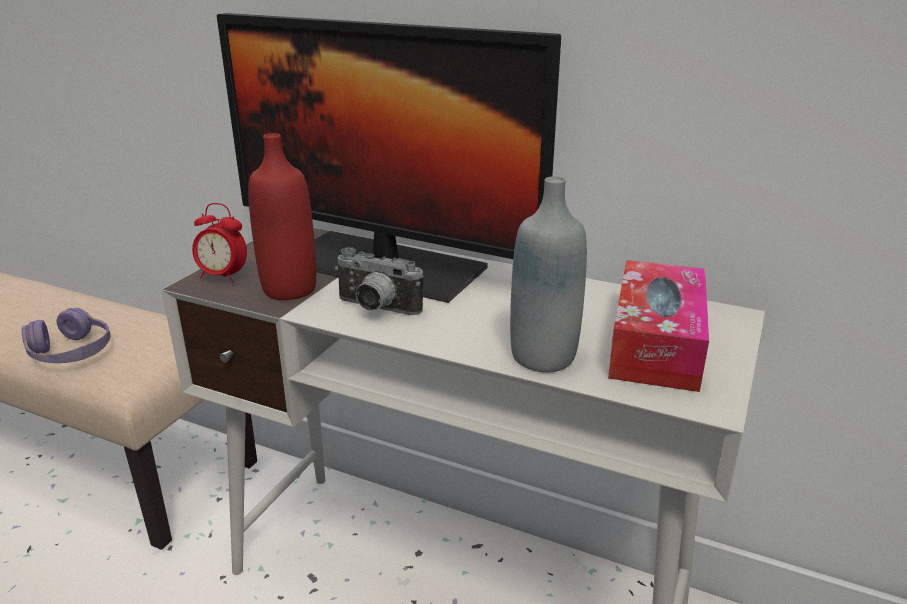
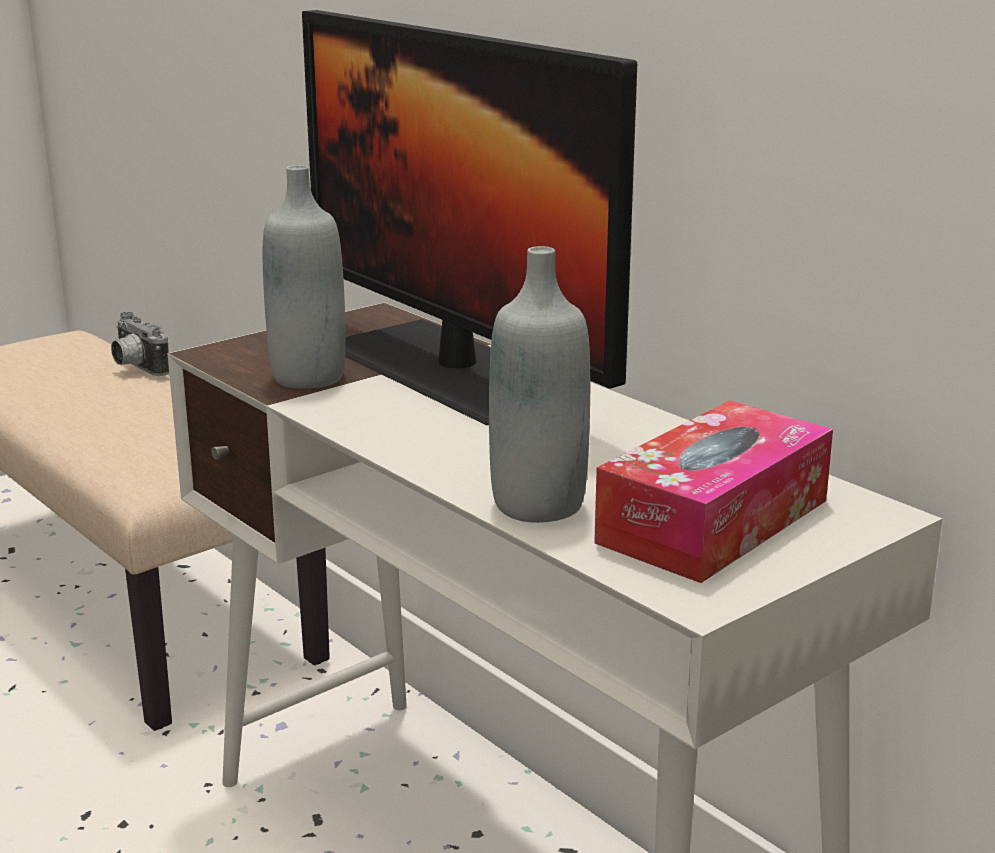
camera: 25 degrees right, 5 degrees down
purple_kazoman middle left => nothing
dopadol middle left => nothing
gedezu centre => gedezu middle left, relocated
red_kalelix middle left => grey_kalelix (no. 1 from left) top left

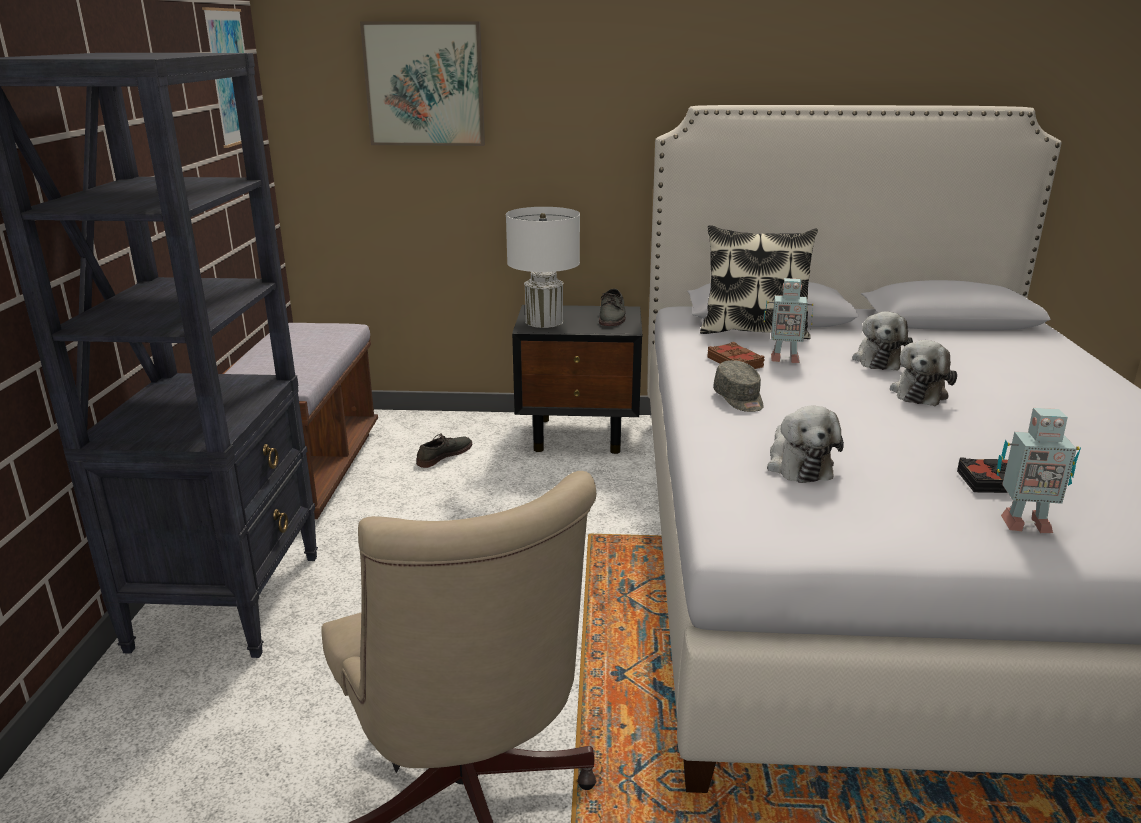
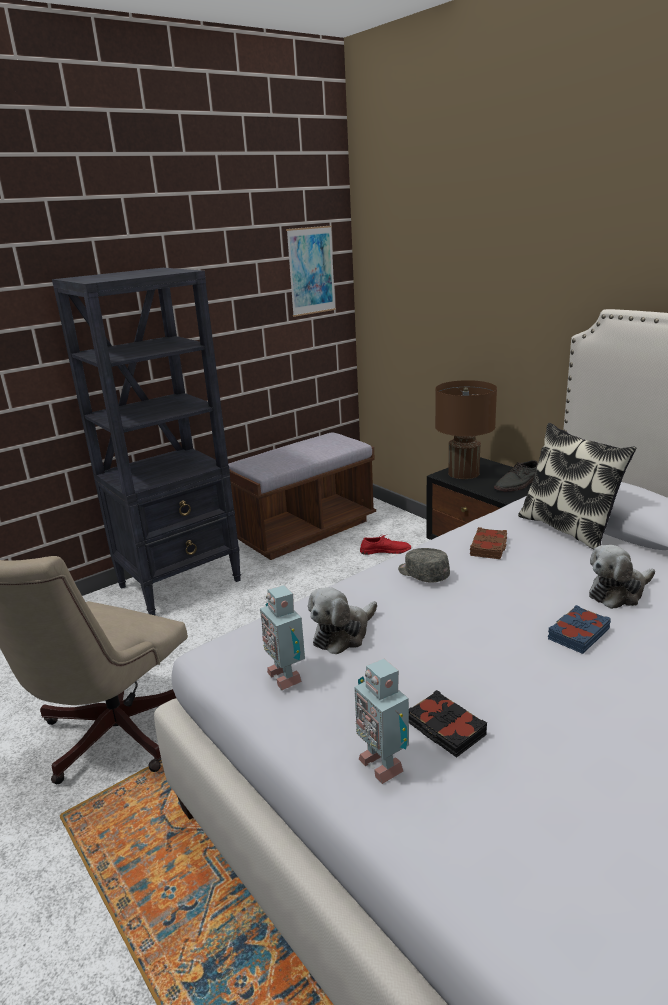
camera: 50 degrees right, 0 degrees up
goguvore (no. 2 from left) top centre => nothing
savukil (no. 1 from left) middle right => savukil (no. 1 from left) centre, relocated
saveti (no. 3 from left) middle right => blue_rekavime middle right
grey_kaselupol (no. 1 from left) centre => red_kaselupol centre
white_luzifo top centre => brown_luzifo middle right
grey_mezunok centre, 105 degrees clockwise

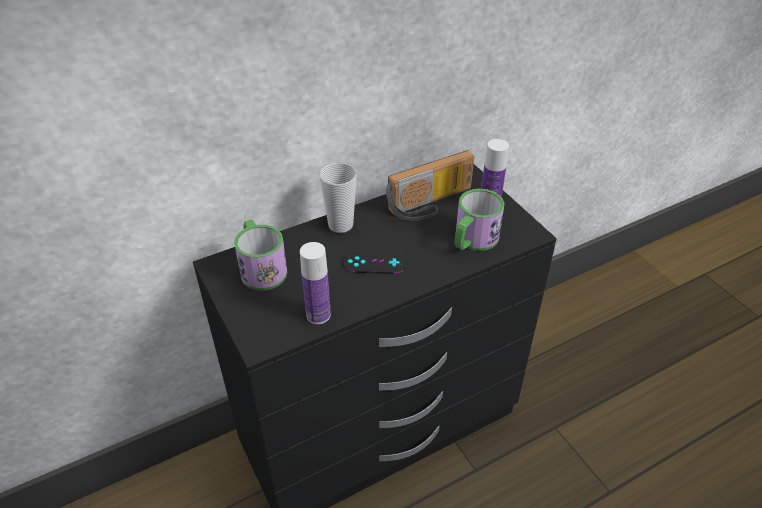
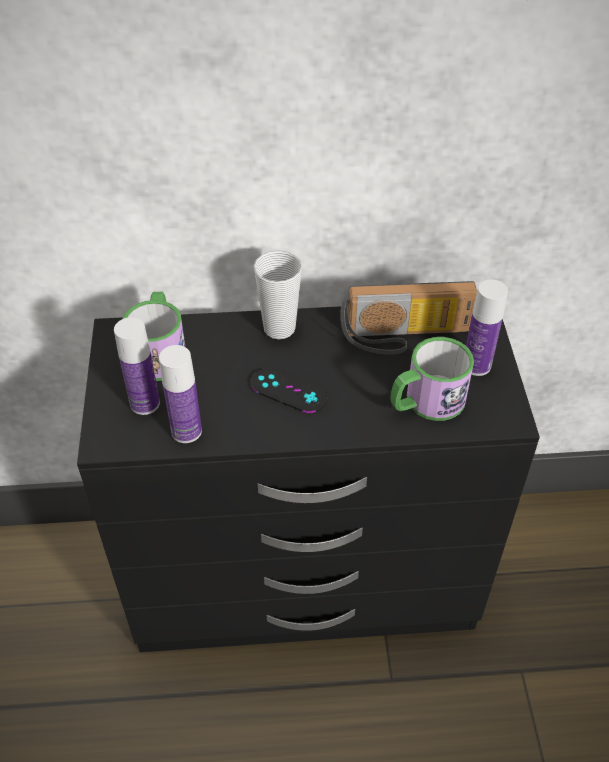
camera: 25 degrees right, 5 degrees up
nothing => kalelix (no. 1 from left) middle left

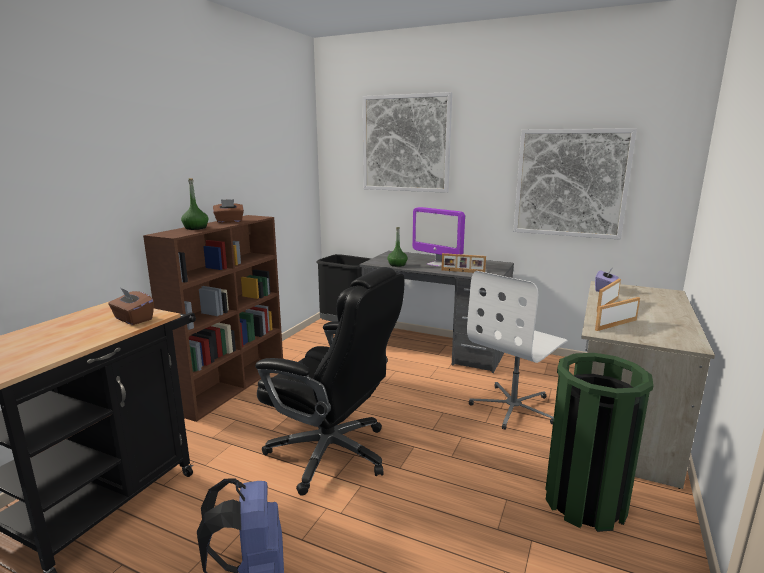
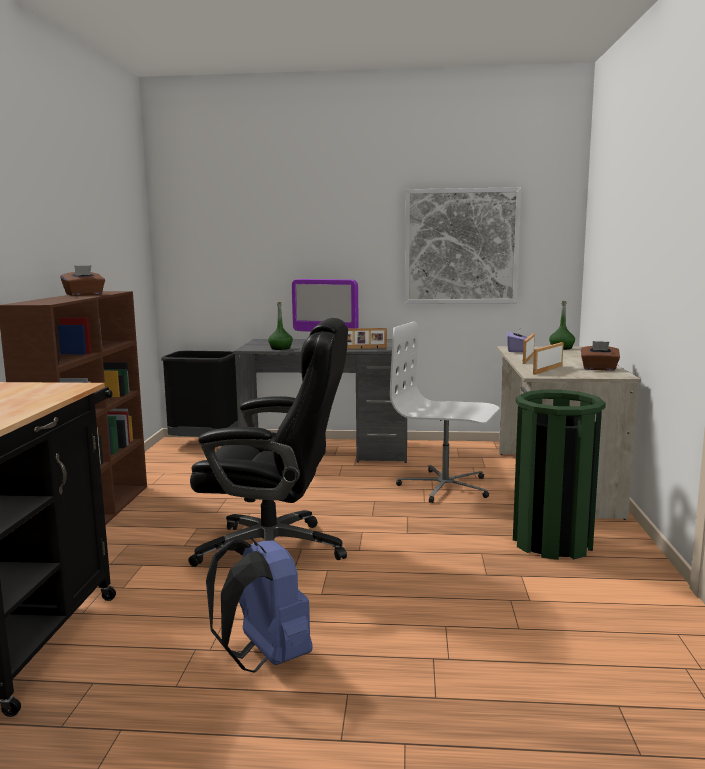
camera: 20 degrees left, 5 degrees down
goguvore (no. 1 from left) top centre => nothing
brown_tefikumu (no. 1 from left in the first image) middle left => brown_tefikumu (no. 2 from left) middle right, relocated
green_kalelix (no. 1 from left in the first image) middle left => green_kalelix (no. 2 from left) middle right, relocated
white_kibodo middle right => white_kibodo centre, 90 degrees clockwise

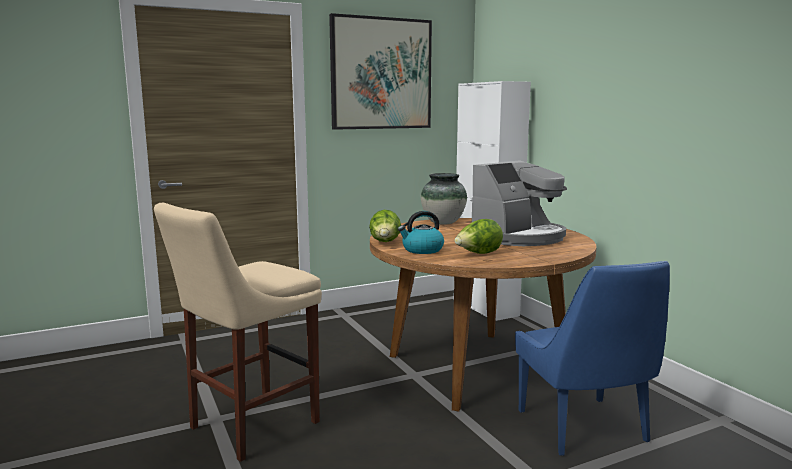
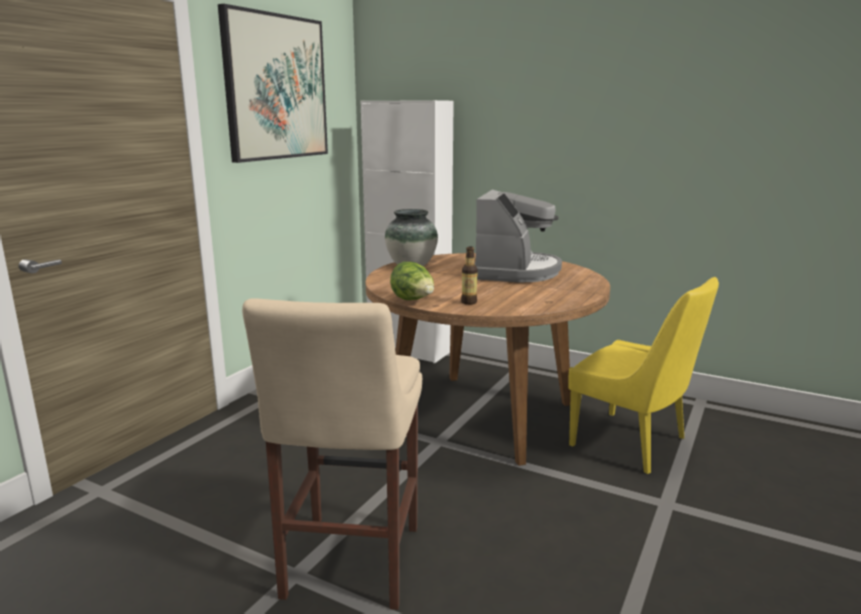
camera: 35 degrees left, 5 degrees up
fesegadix (no. 2 from left) centre => nothing
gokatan centre => kalelix centre
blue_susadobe bottom right => yellow_susadobe middle right

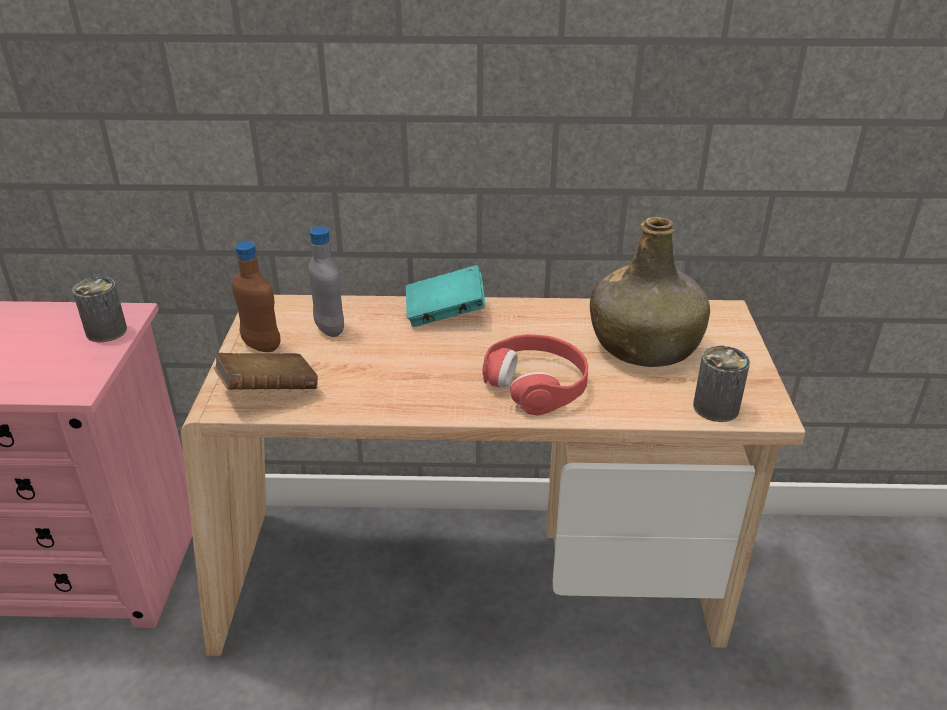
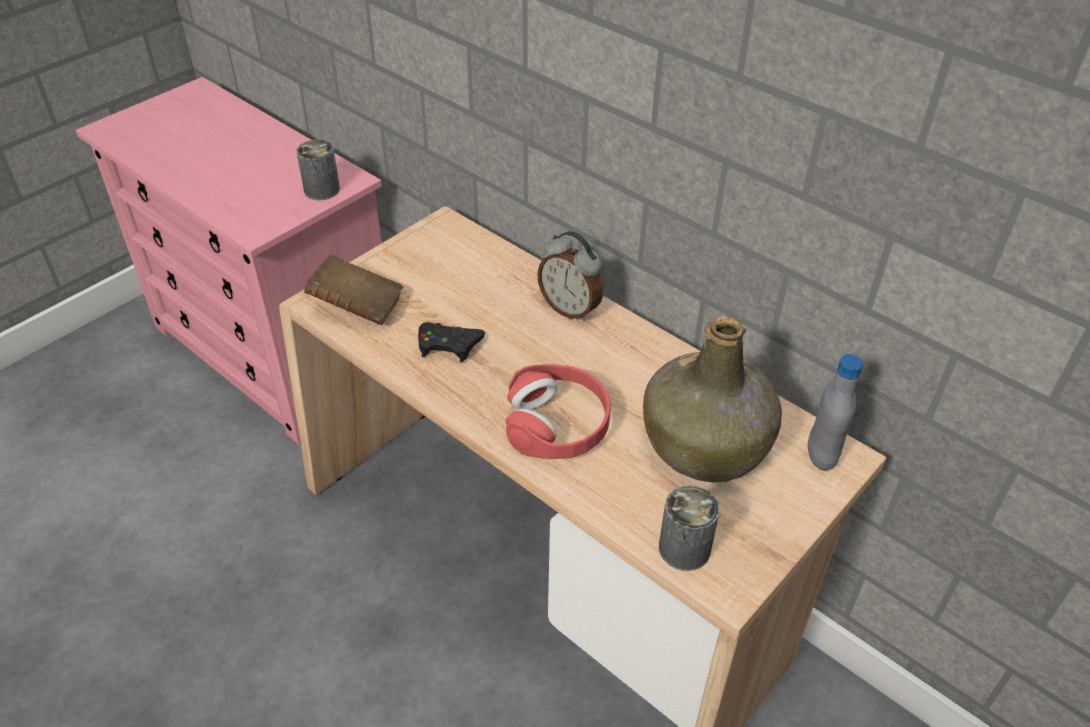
camera: 40 degrees right, 10 degrees up
brown_kalelix middle left => nothing
nothing => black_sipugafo centre
grey_kalelix centre => grey_kalelix middle right, relocated
turquoise_rekavime centre => dopadol centre

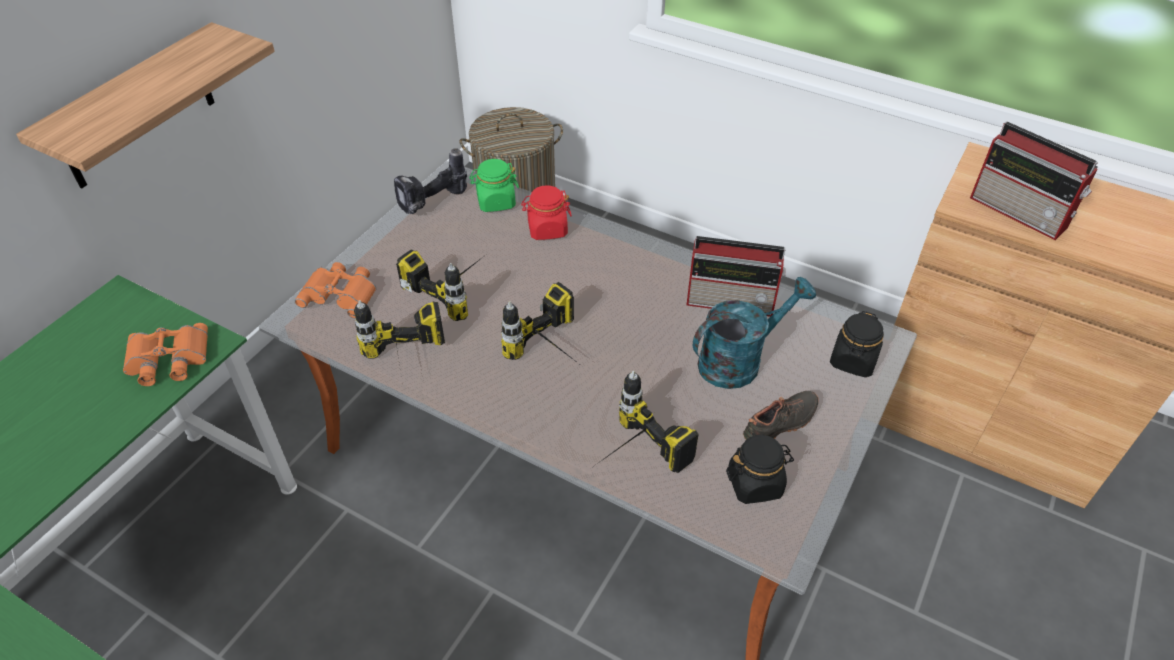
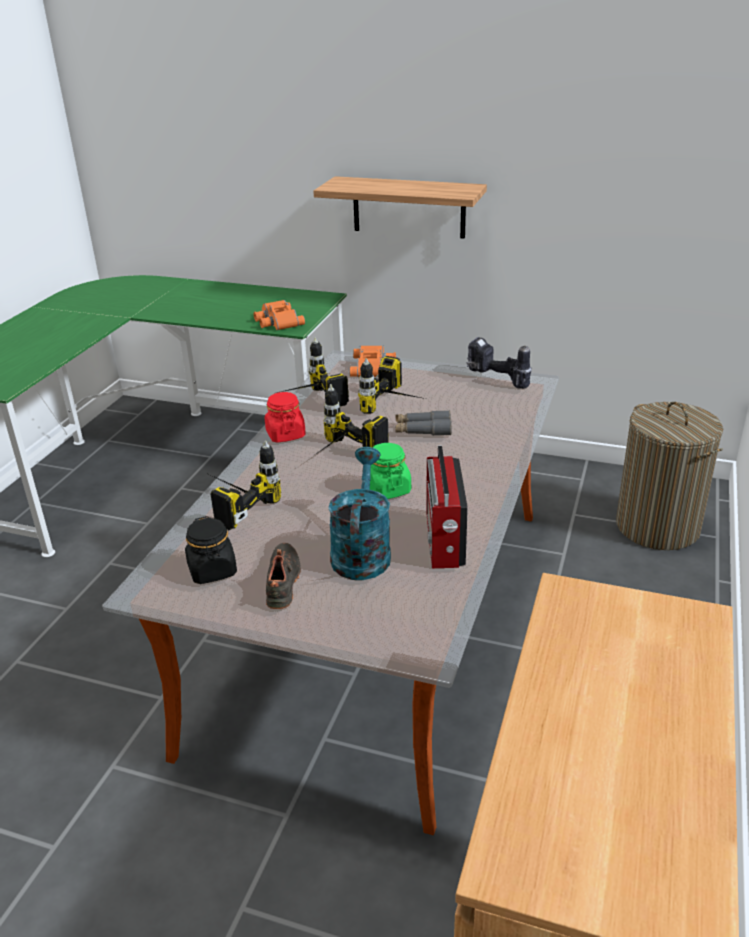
camera: 80 degrees right, 15 degrees down
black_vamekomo (no. 2 from left) middle right => nothing
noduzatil (no. 2 from left) top right => nothing
nothing => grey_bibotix centre
green_vamekomo top centre => green_vamekomo centre, relocated
red_vamekomo top centre => red_vamekomo centre, relocated
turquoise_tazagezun centre, 135 degrees counterclockwise
black_kaselupol centre, 135 degrees counterclockwise

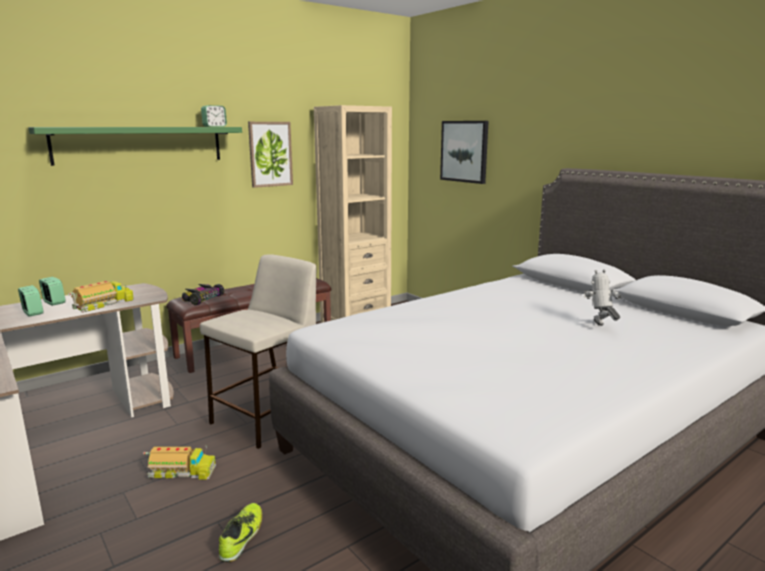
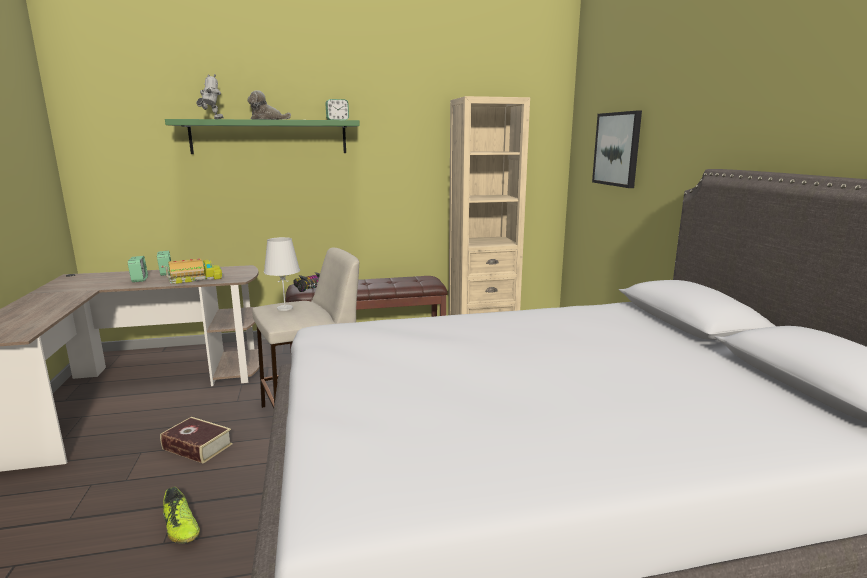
camera: 25 degrees right, 0 degrees up
goguvore (no. 1 from left) top centre => nothing
nothing => saveti top left
nothing => white_luzifo middle left
savukil middle right => savukil top left, relocated
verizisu (no. 2 from left) bottom left => rekavime bottom left
kaselupol bottom left, 105 degrees clockwise

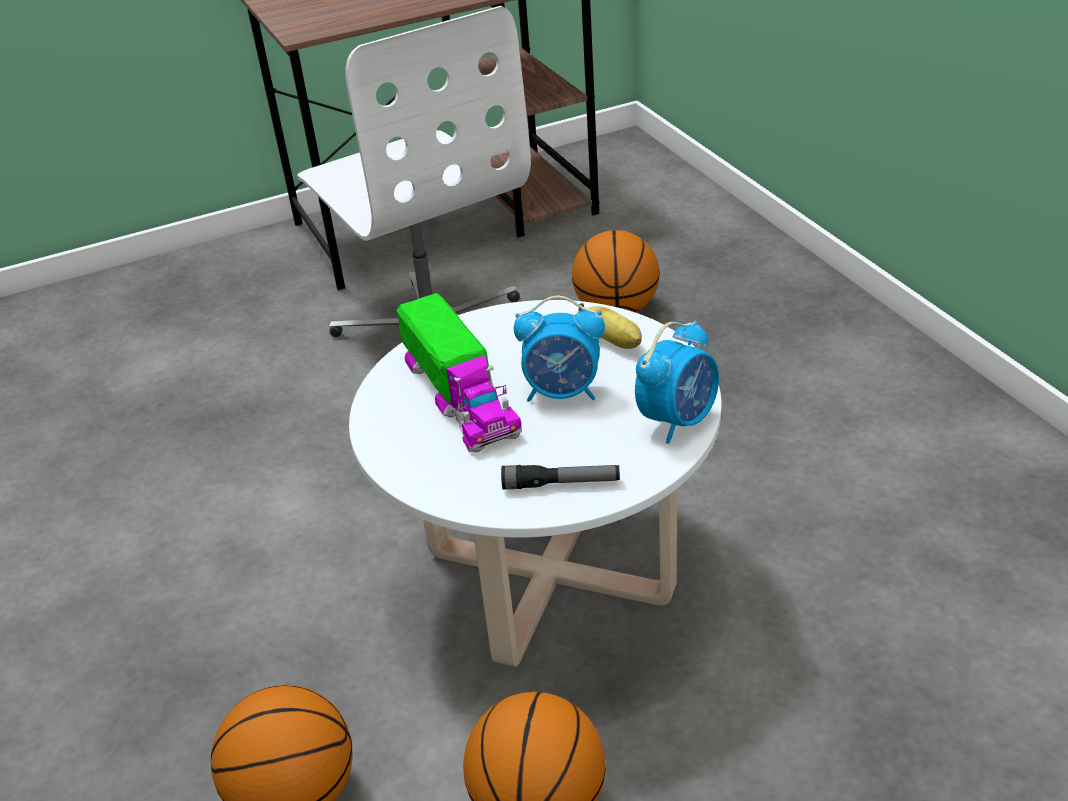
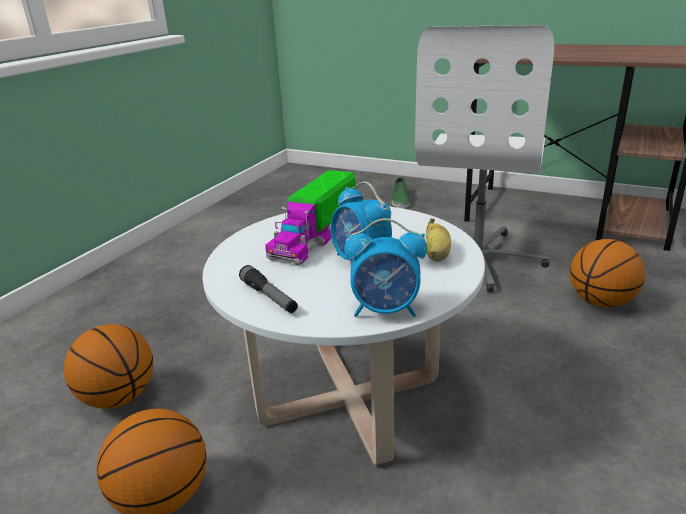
camera: 50 degrees right, 10 degrees down
nothing => green_kaselupol centre

